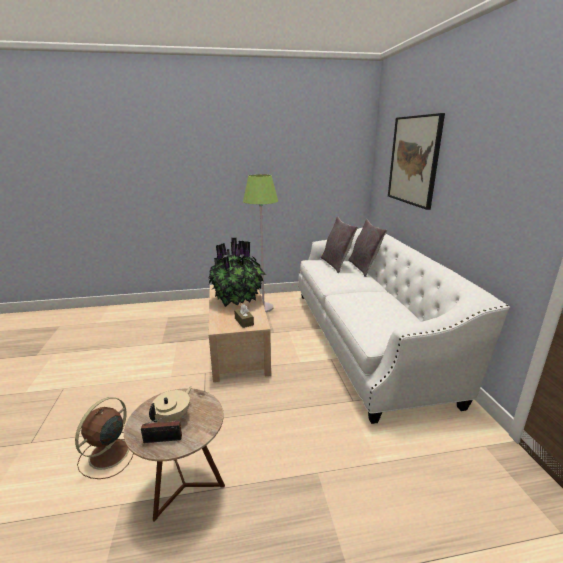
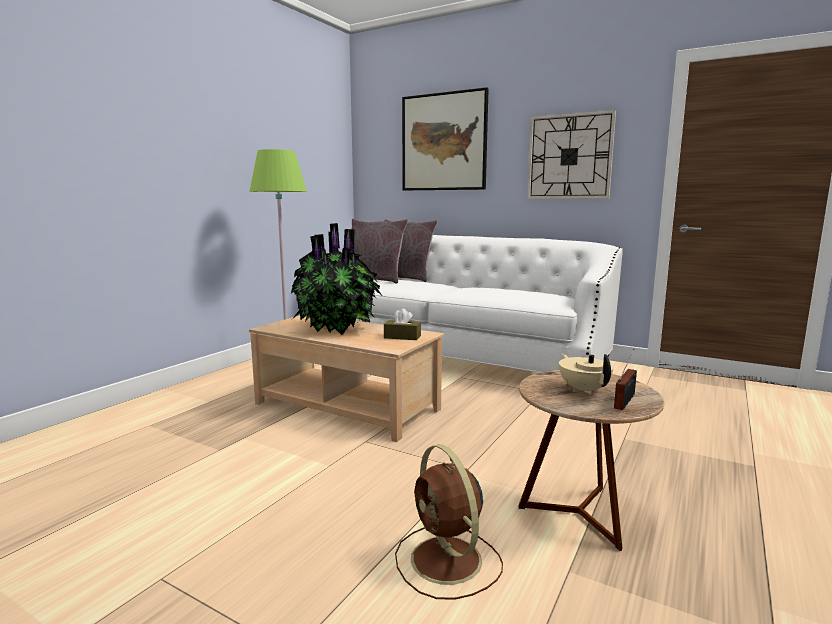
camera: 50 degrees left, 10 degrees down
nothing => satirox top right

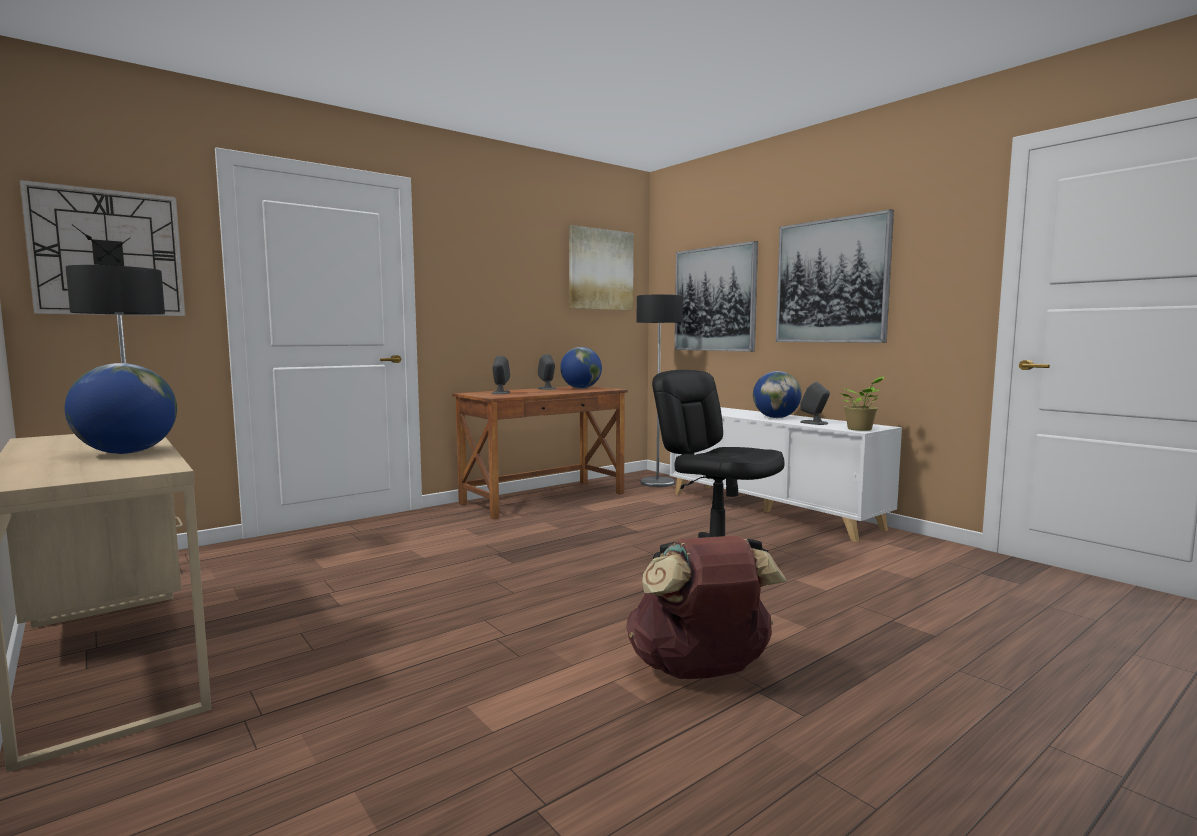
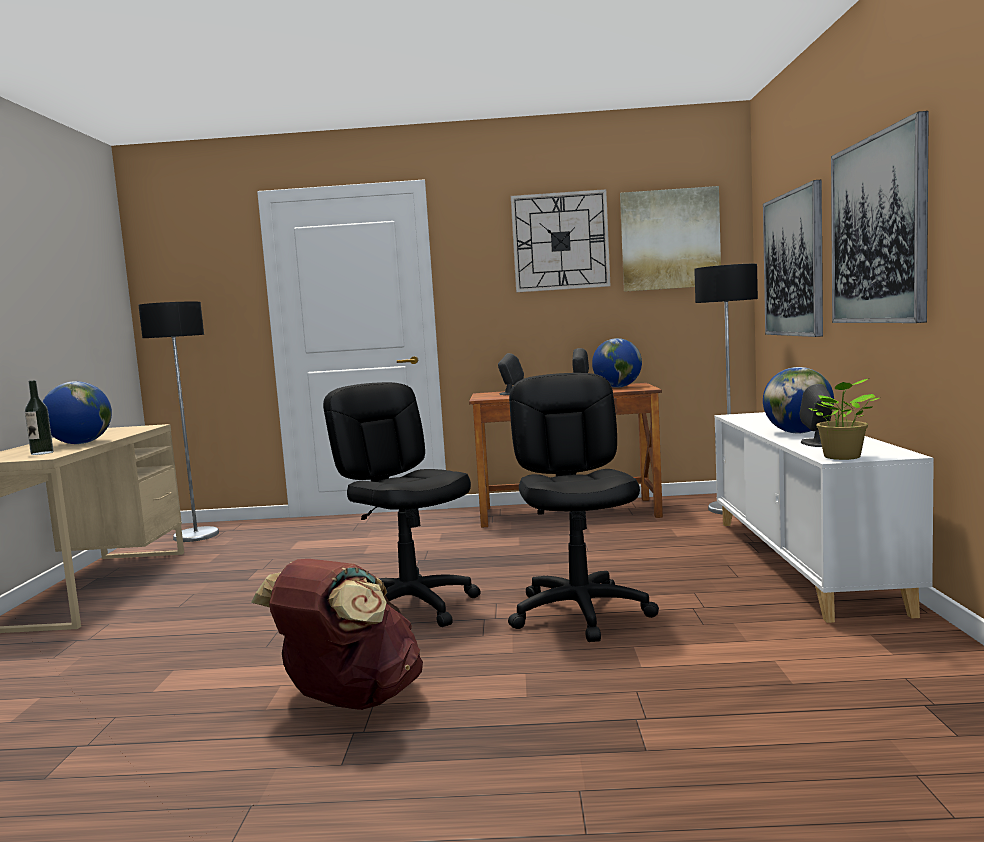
camera: 40 degrees right, 0 degrees up
nothing => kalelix middle left
nothing => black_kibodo (no. 1 from left) centre
satirox top left => satirox top centre, relocated

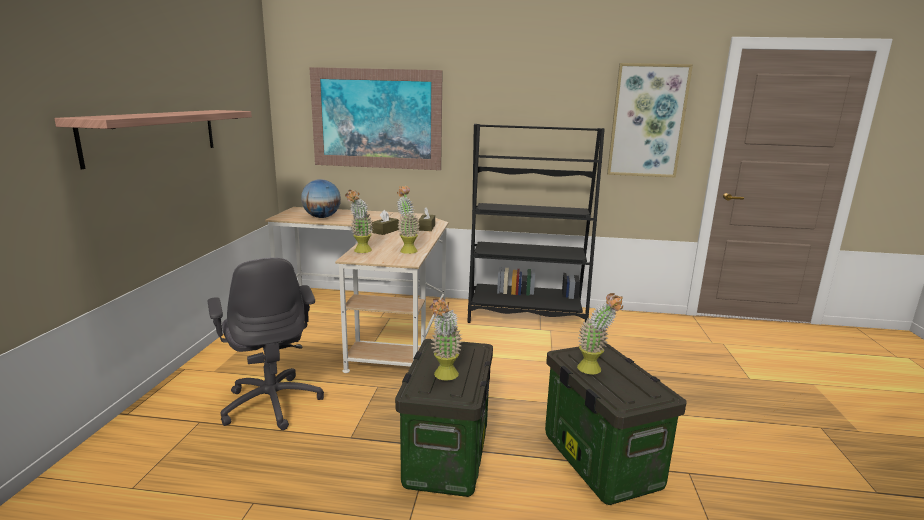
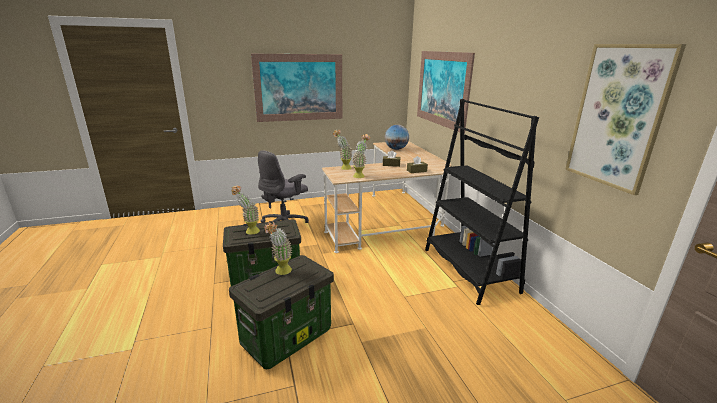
camera: 65 degrees right, 5 degrees up
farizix top left => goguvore (no. 1 from left) top centre

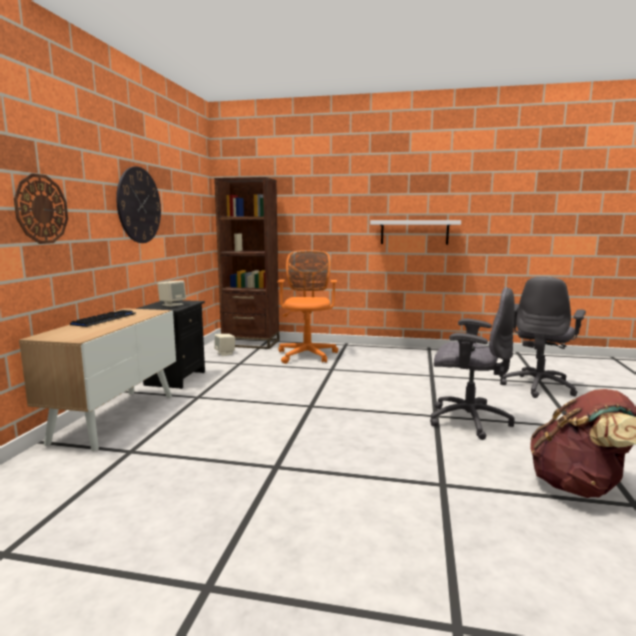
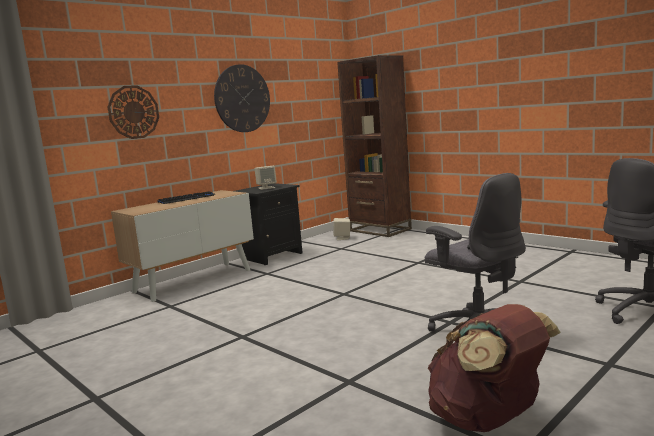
camera: 35 degrees right, 0 degrees up
orange_kibodo centre => nothing
white_farizix centre => nothing

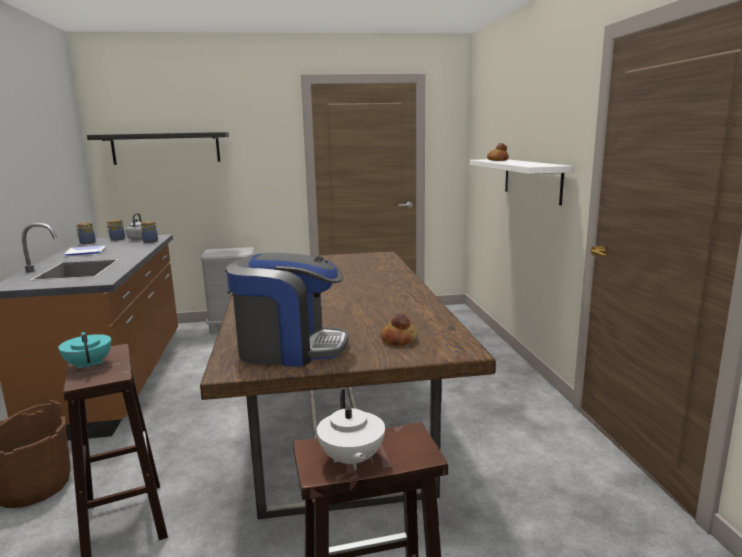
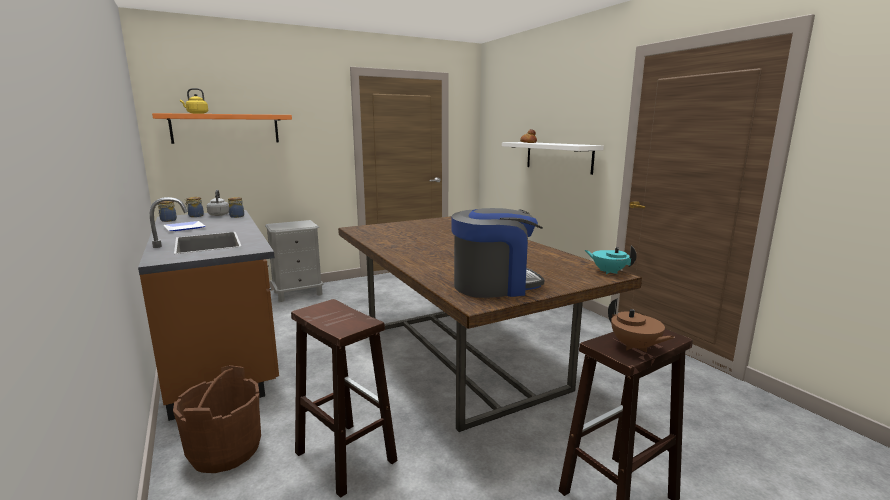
camera: 20 degrees left, 0 degrees up
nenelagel (no. 1 from left) centre => nothing
nothing => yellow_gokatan top left
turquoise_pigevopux middle left => turquoise_pigevopux middle right, relocated
black_farizix top left => orange_farizix top left
white_pigevopux bottom centre => brown_pigevopux middle right

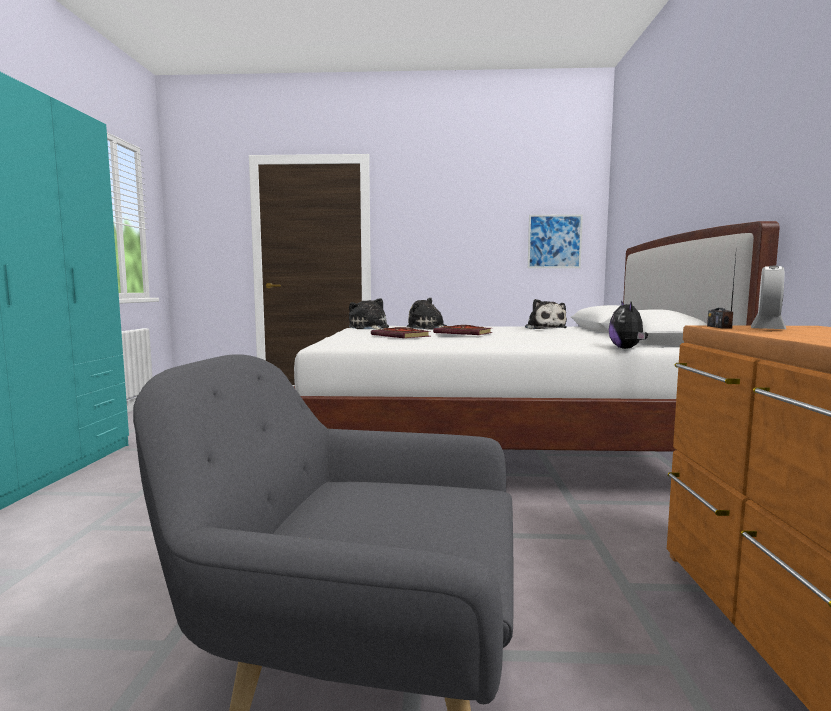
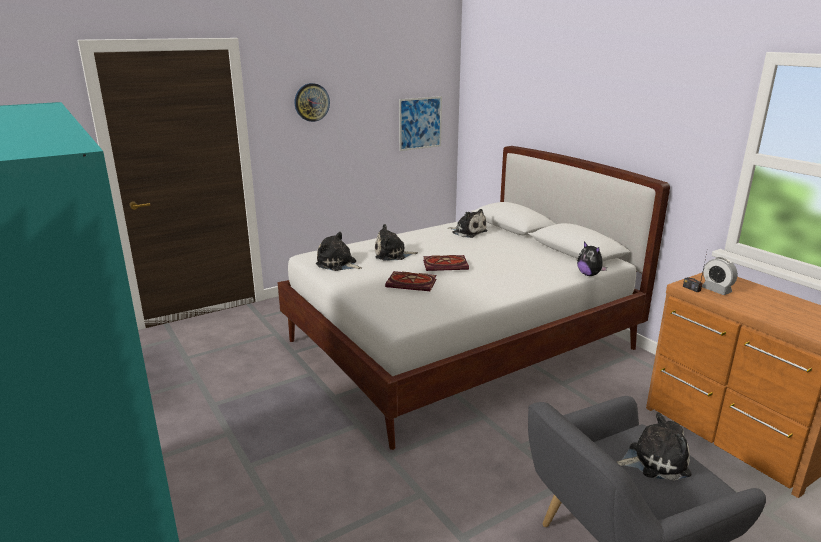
camera: 35 degrees left, 15 degrees up
nothing => satirox top centre
nothing => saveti (no. 5 from left) bottom right
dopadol middle right, 150 degrees clockwise

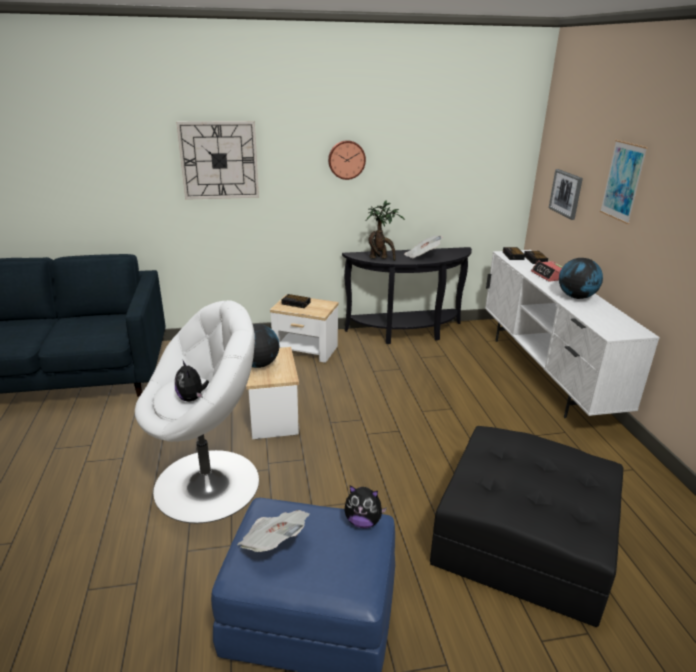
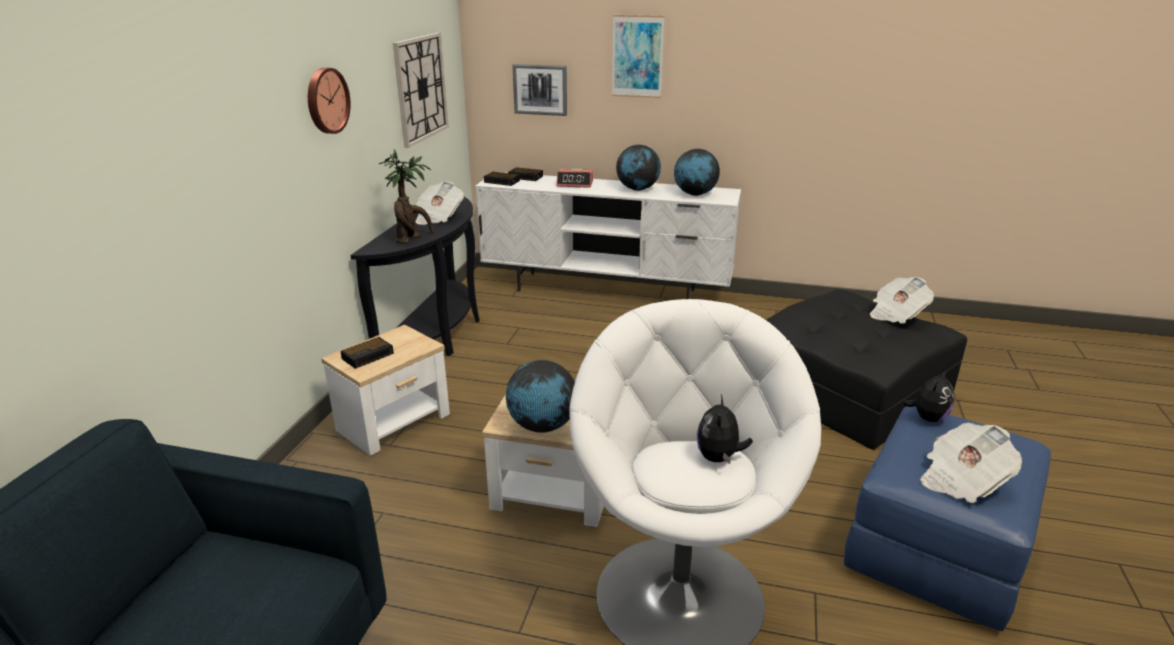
camera: 65 degrees left, 0 degrees up
nothing => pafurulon (no. 3 from left) top centre
nothing => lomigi (no. 2 from left) middle right
satirox (no. 1 from left in the first image) top left => satirox (no. 2 from left) top centre, relocated
saveti (no. 1 from left) middle left => saveti (no. 1 from left) centre, 105 degrees clockwise

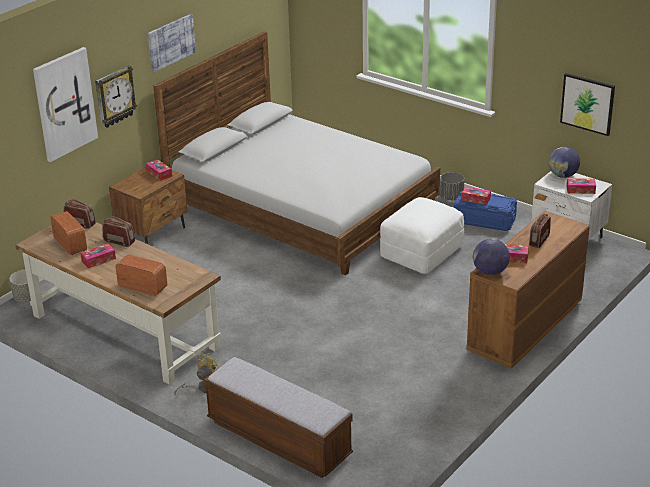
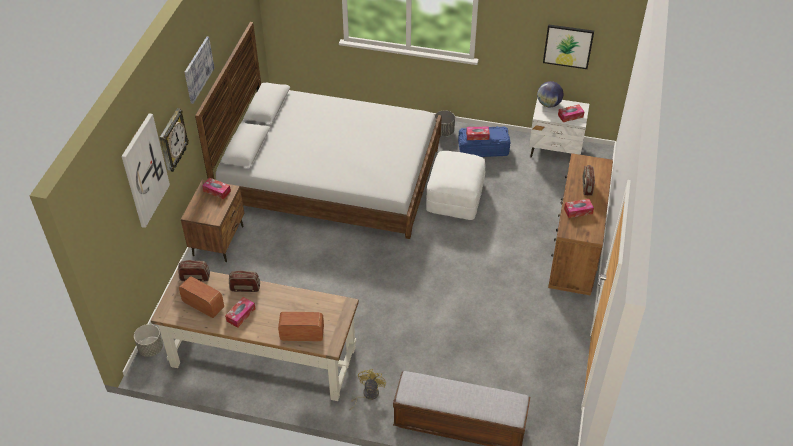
camera: 25 degrees left, 15 degrees up
pafurulon (no. 1 from left) middle right => nothing

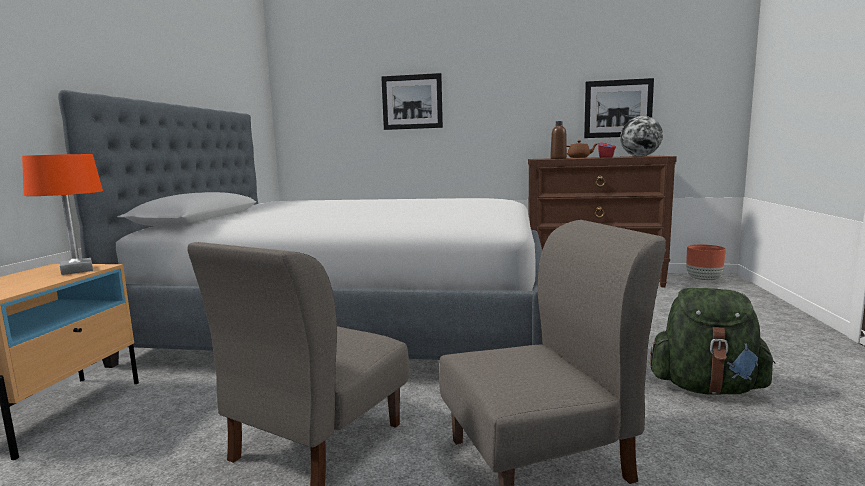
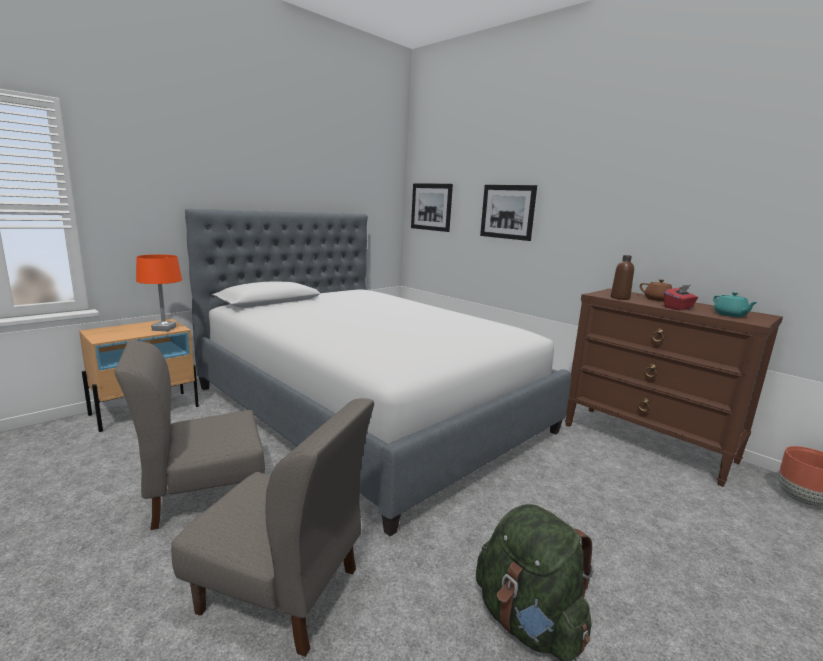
camera: 35 degrees right, 5 degrees up
goguvore (no. 2 from left in the first image) top right => goguvore (no. 1 from left) top centre, relocated
pafurulon top right => turquoise_pigevopux middle right

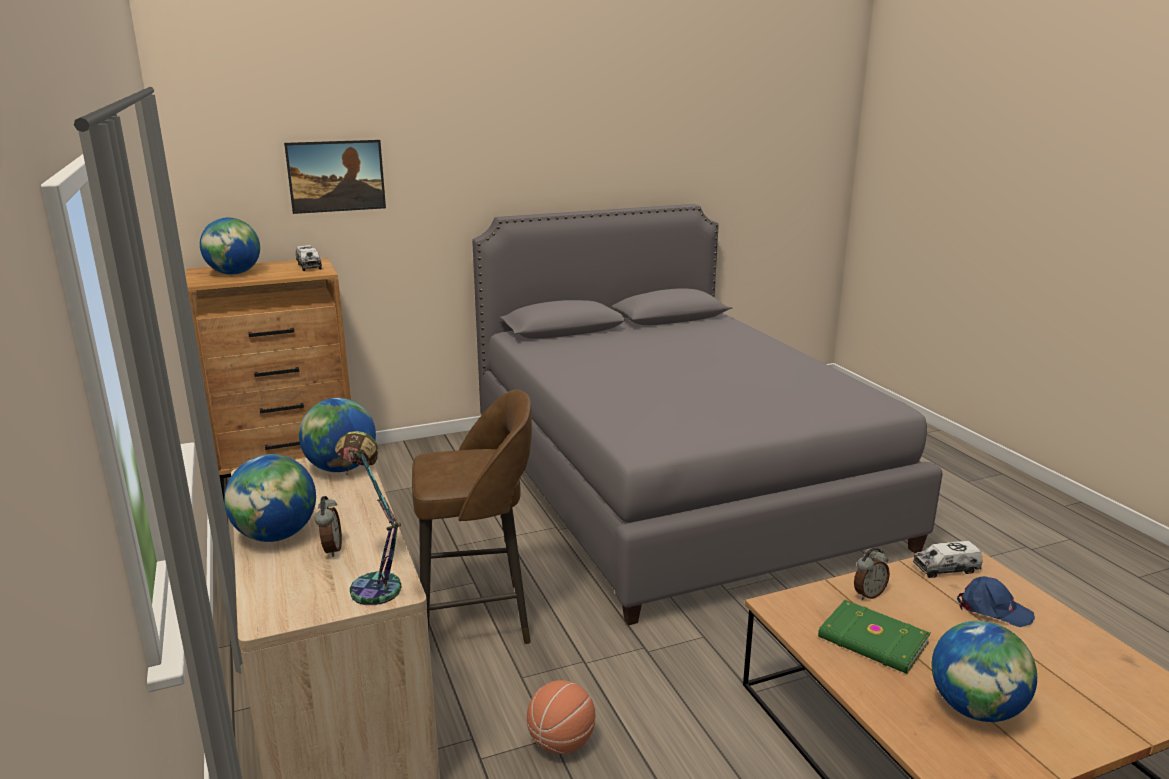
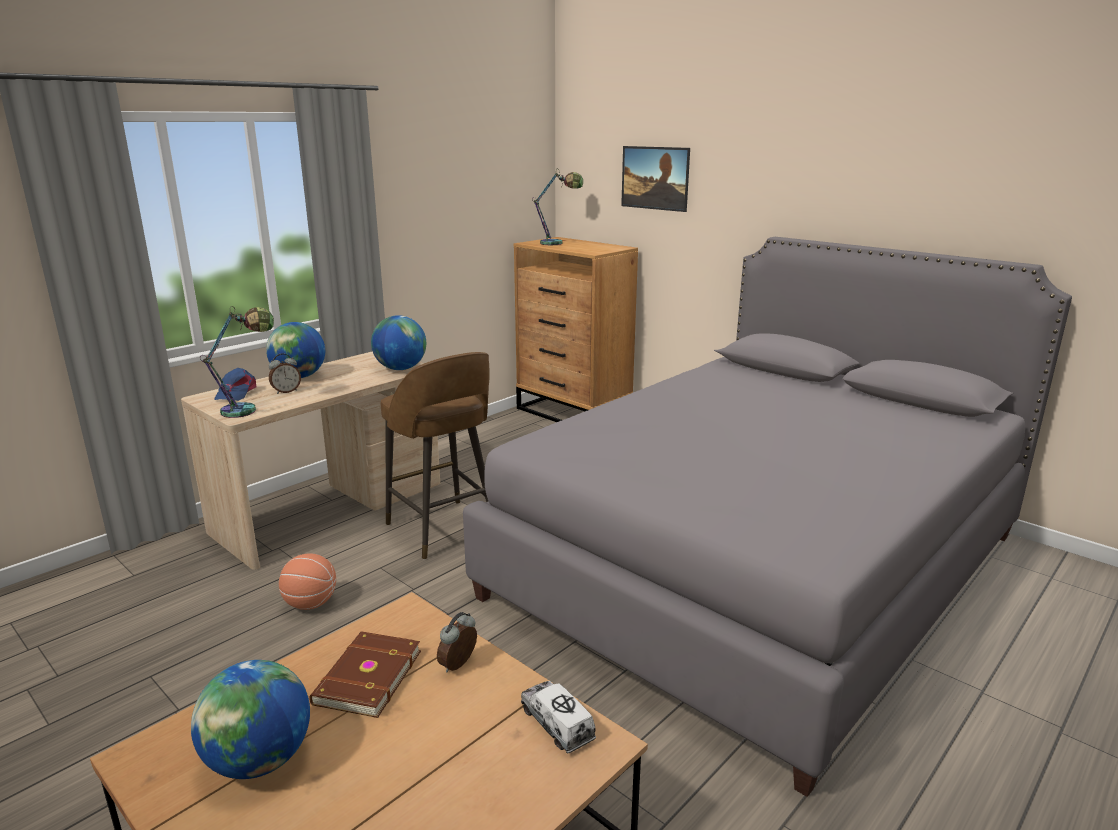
camera: 65 degrees right, 0 degrees up
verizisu (no. 1 from left) top left => nothing
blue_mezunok bottom right => blue_mezunok middle left, relocated
pafurulon (no. 1 from left) top left => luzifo (no. 2 from left) top centre
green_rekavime bottom right => brown_rekavime bottom left
dopadol (no. 2 from left) bottom right => dopadol (no. 2 from left) bottom centre, 90 degrees clockwise

